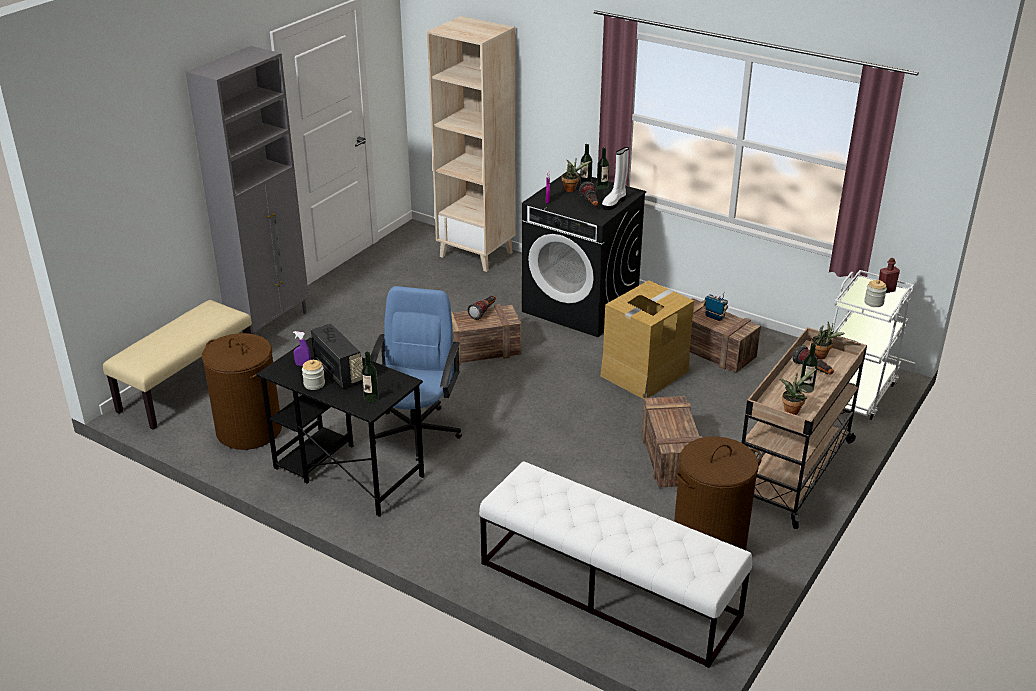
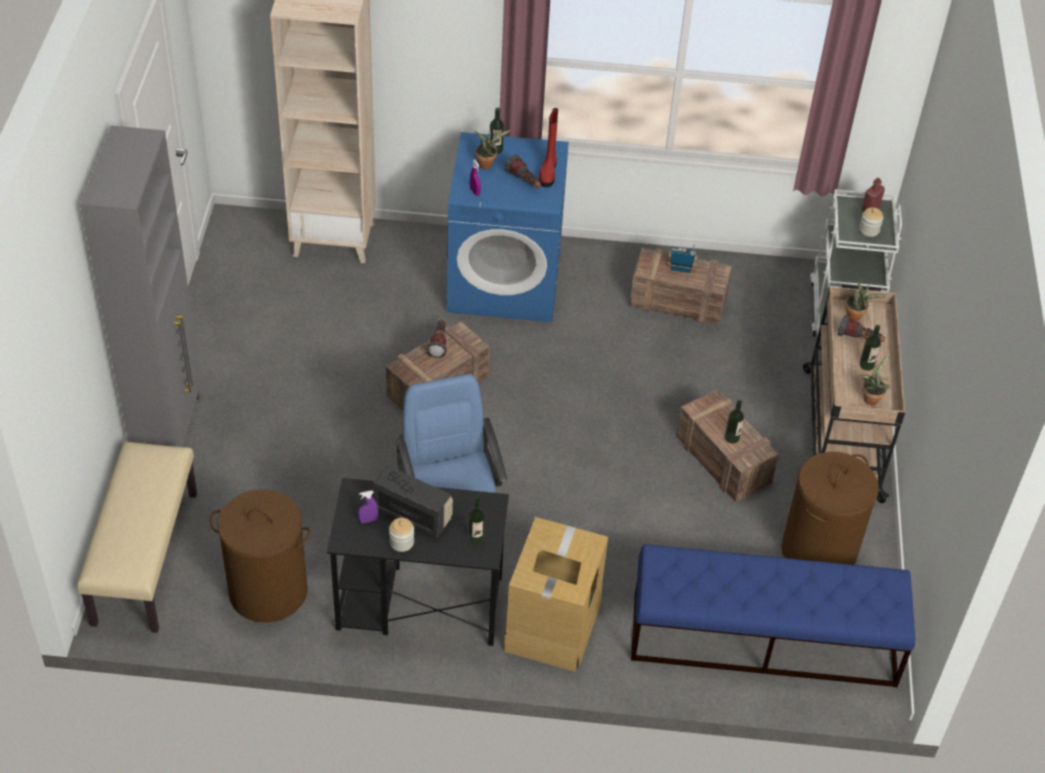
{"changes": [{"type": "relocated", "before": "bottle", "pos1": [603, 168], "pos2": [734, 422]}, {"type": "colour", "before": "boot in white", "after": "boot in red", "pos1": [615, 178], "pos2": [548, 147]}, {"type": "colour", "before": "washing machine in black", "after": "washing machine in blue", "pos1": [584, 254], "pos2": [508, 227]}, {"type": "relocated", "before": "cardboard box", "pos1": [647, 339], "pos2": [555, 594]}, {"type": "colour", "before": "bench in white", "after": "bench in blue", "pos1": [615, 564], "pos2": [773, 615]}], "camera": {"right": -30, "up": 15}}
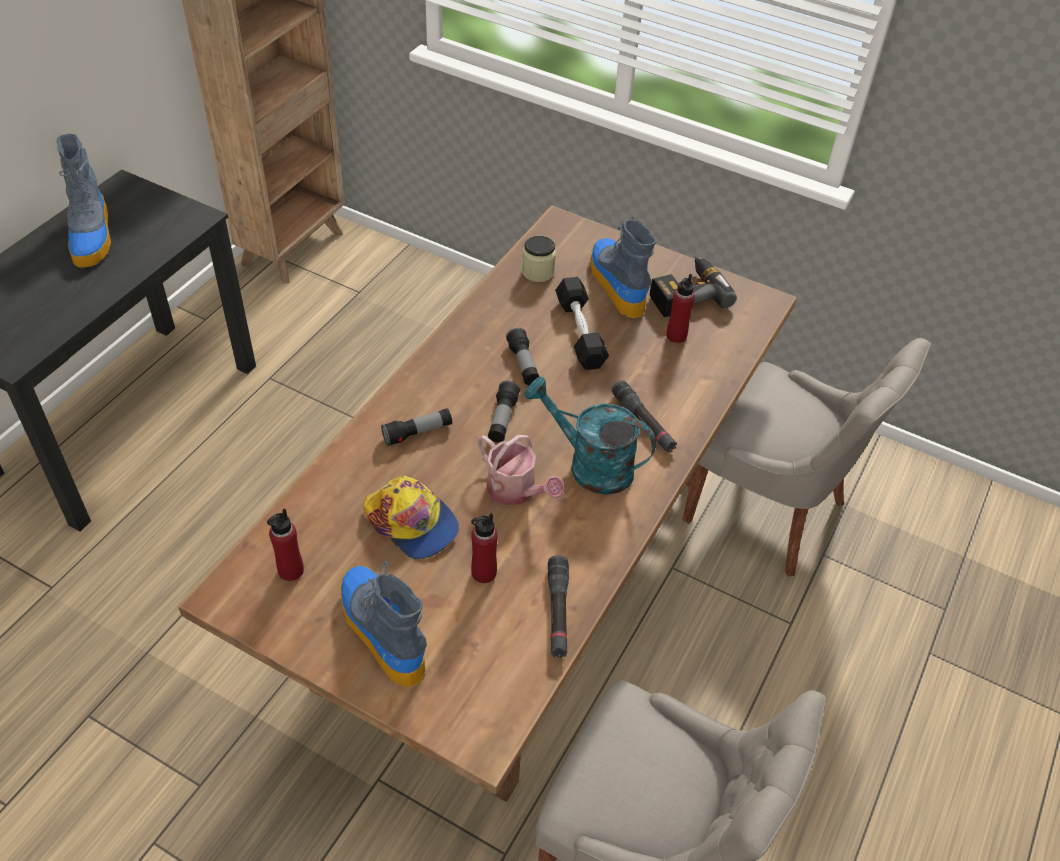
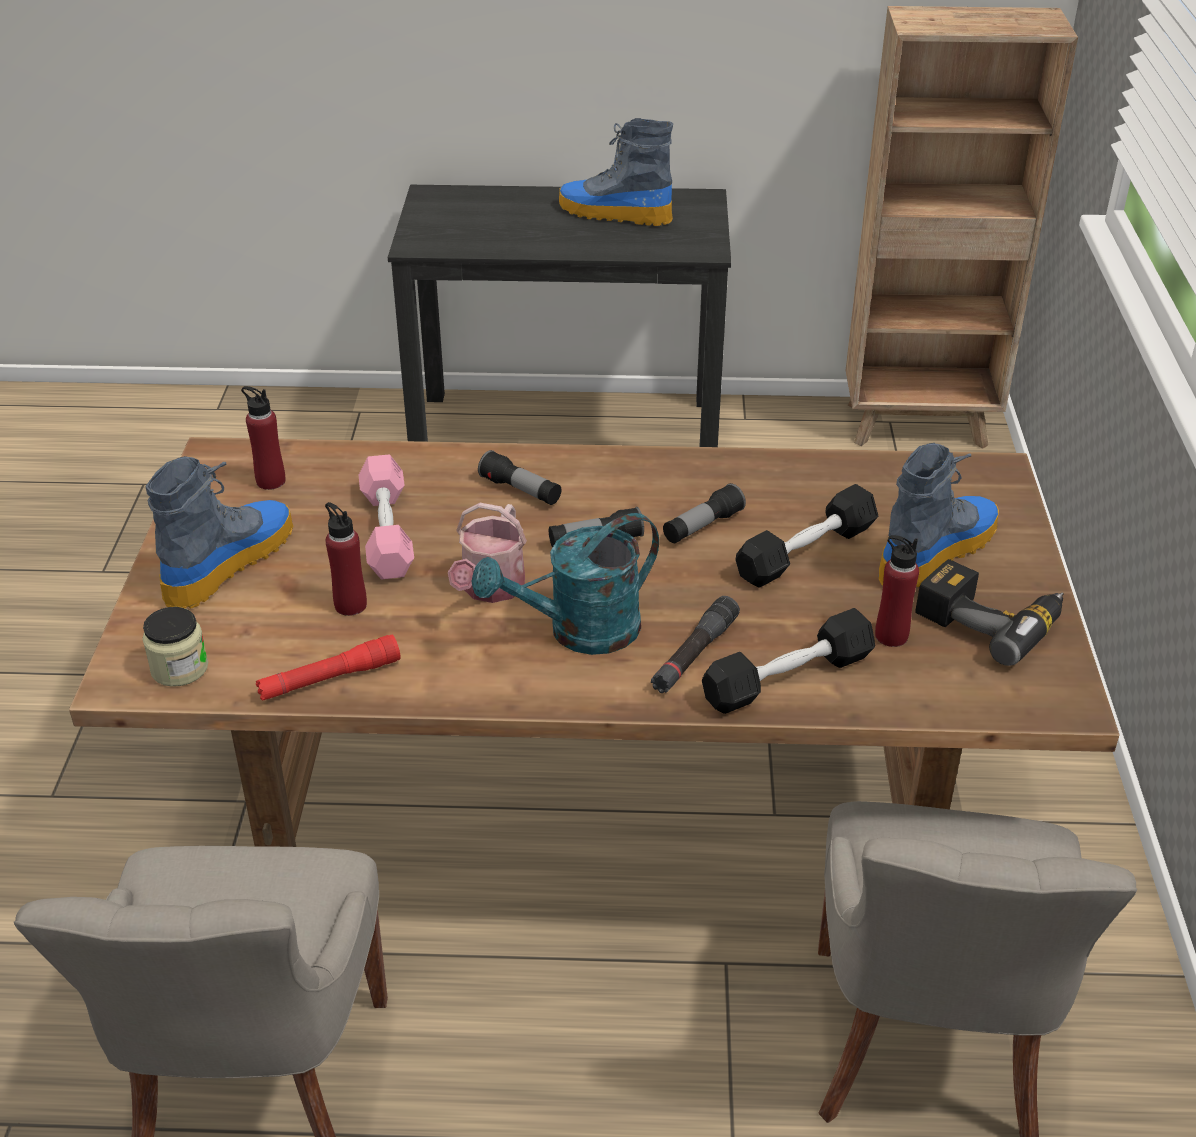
{"changes": [{"type": "spun", "before": "boot", "pos1": [83, 201], "pos2": [616, 172], "turn": 60}, {"type": "relocated", "before": "jar", "pos1": [539, 259], "pos2": [175, 647]}, {"type": "spun", "before": "watering can in turquoise", "pos1": [590, 436], "pos2": [565, 584], "turn": -120}, {"type": "exchanged", "before": "cap", "after": "dumbbell in pink", "pos1": [411, 517], "pos2": [386, 517]}, {"type": "colour", "before": "flashlight in black", "after": "flashlight in red", "pos1": [558, 606], "pos2": [328, 668]}, {"type": "appeared", "after": "dumbbell in black", "pos2": [788, 661]}], "camera": {"right": 65, "up": -10}}
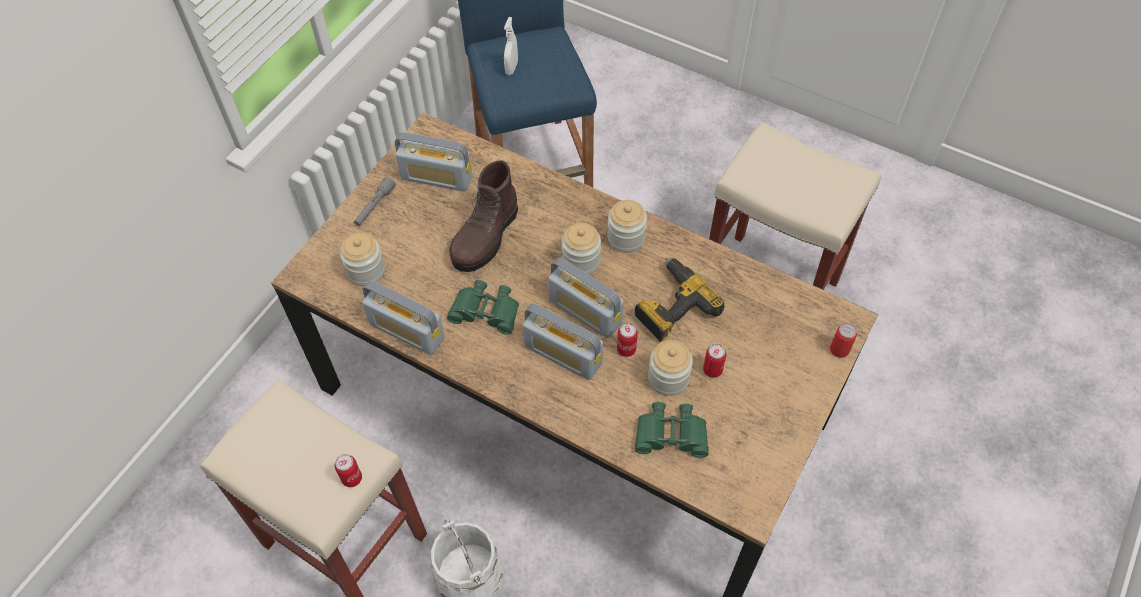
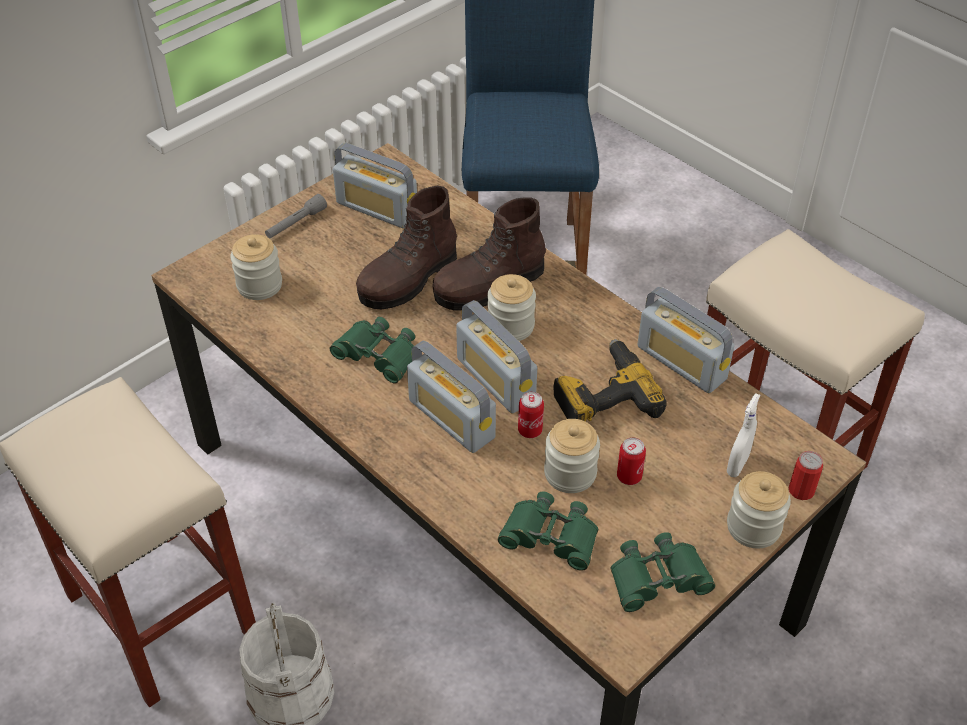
{"changes": [{"type": "relocated", "before": "spray bottle in white", "pos1": [511, 46], "pos2": [743, 435]}, {"type": "relocated", "before": "jar", "pos1": [627, 226], "pos2": [759, 509]}, {"type": "relocated", "before": "radio", "pos1": [403, 318], "pos2": [685, 340]}, {"type": "missing", "before": "can", "pos1": [348, 470]}, {"type": "appeared", "after": "boot in brown", "pos2": [489, 254]}, {"type": "appeared", "after": "binoculars in green", "pos2": [662, 572]}], "camera": {"right": 15, "up": -10}}
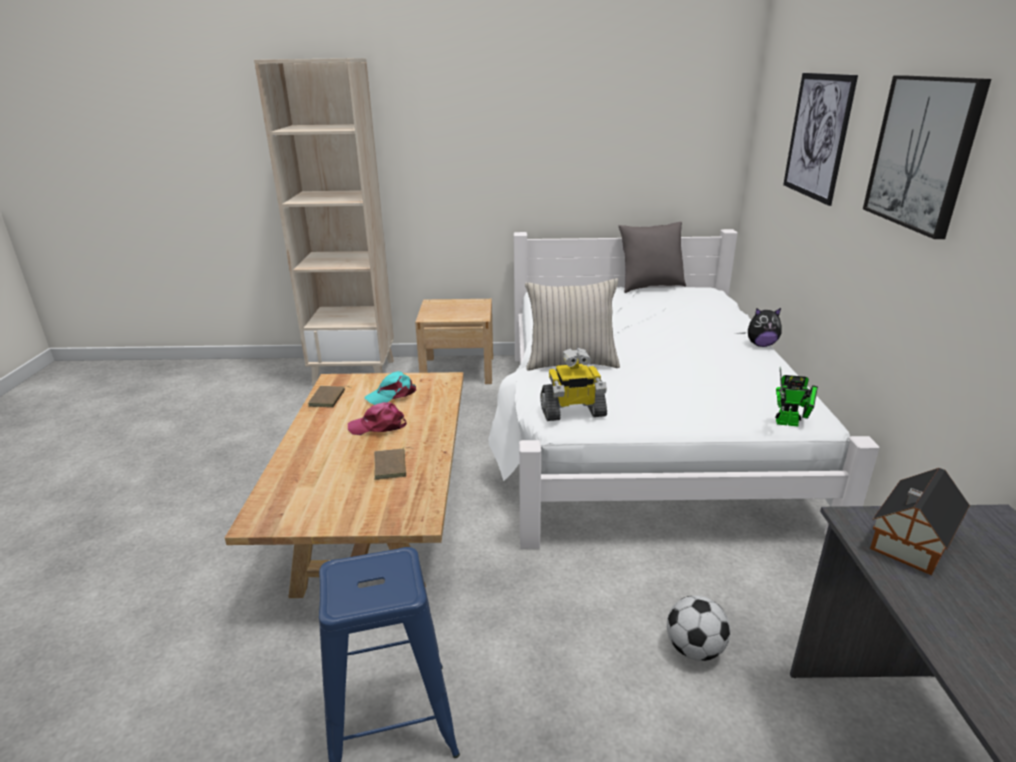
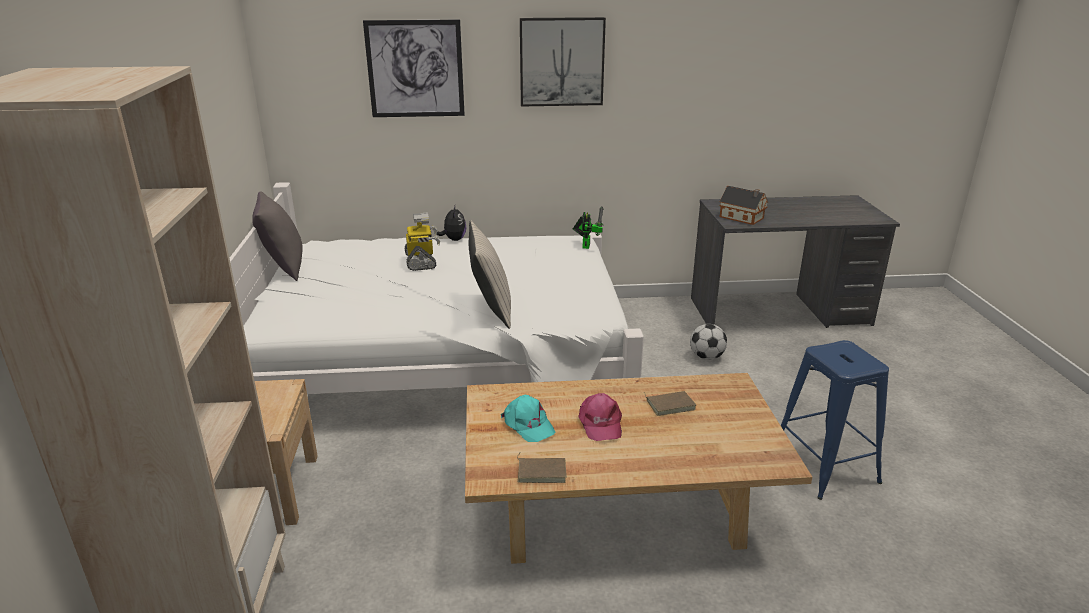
{"changes": [{"type": "relocated", "before": "toy robot", "pos1": [573, 384], "pos2": [422, 241]}], "camera": {"right": -95, "up": 0}}
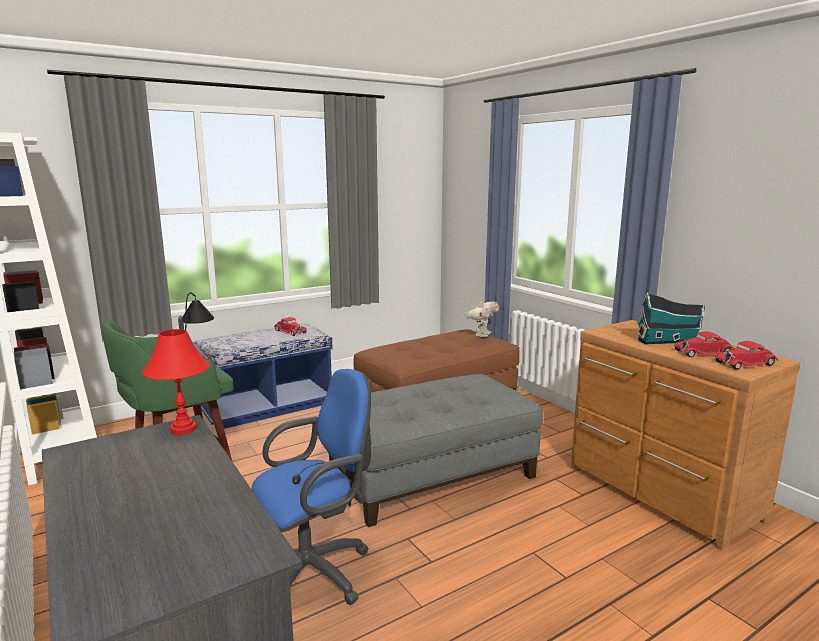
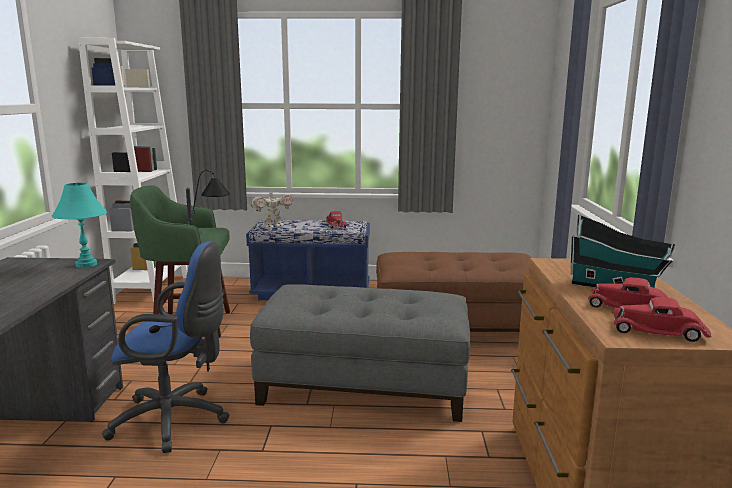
{"changes": [{"type": "relocated", "before": "toy robot", "pos1": [482, 318], "pos2": [271, 208]}, {"type": "colour", "before": "table lamp in red", "after": "table lamp in turquoise", "pos1": [176, 382], "pos2": [79, 225]}], "camera": {"right": 35, "up": 0}}
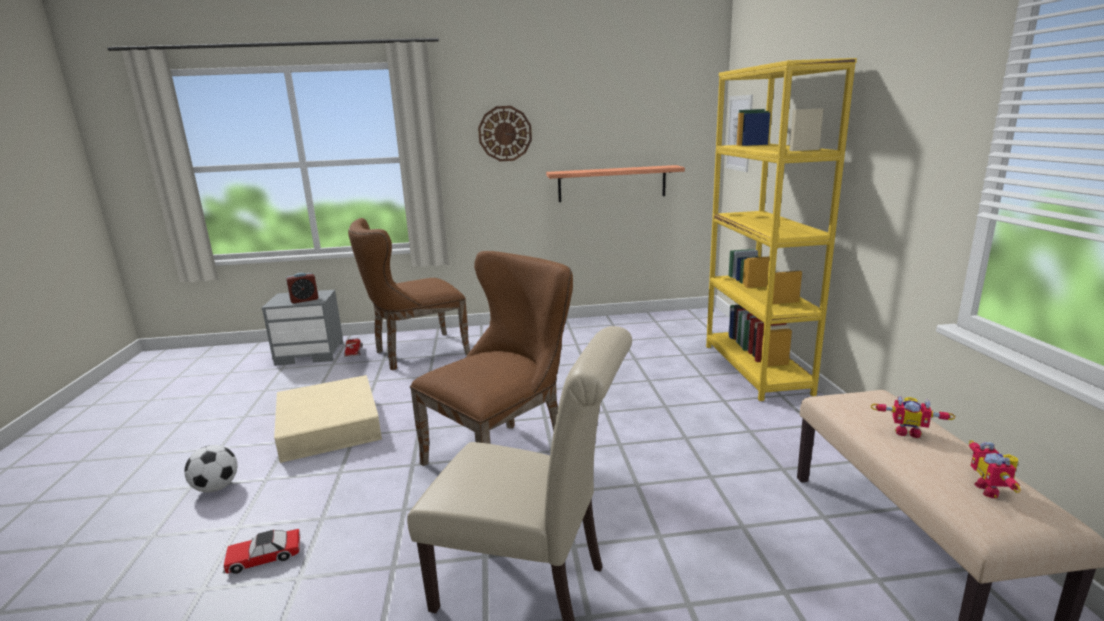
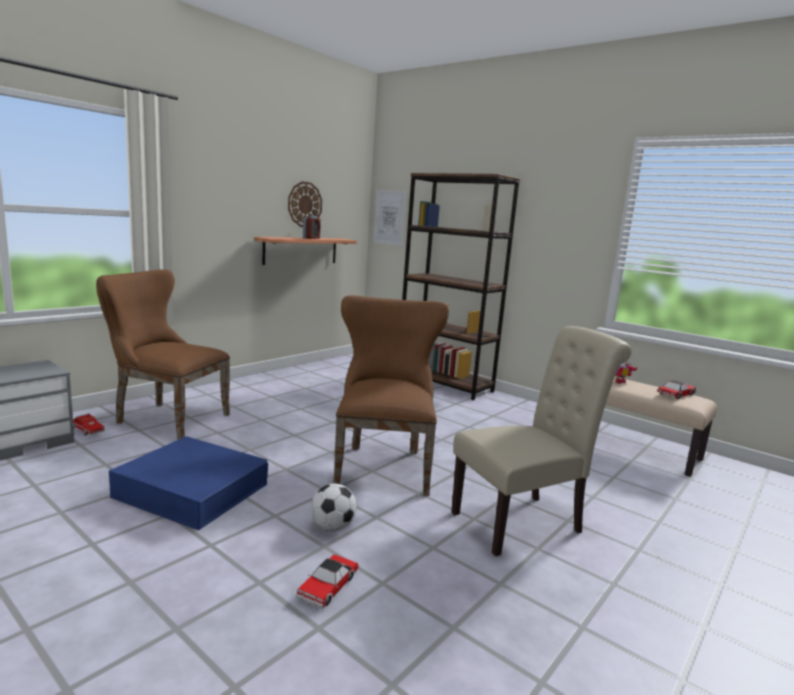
{"changes": [{"type": "colour", "before": "bookcase in yellow", "after": "bookcase in brown", "pos1": [781, 229], "pos2": [461, 286]}, {"type": "relocated", "before": "wall clock", "pos1": [505, 133], "pos2": [305, 204]}, {"type": "spun", "before": "chair in brown", "pos1": [409, 294], "pos2": [163, 354], "turn": 90}, {"type": "relocated", "before": "alarm clock", "pos1": [302, 288], "pos2": [312, 227]}, {"type": "colour", "before": "storage box in beige", "after": "storage box in blue", "pos1": [328, 419], "pos2": [188, 483]}, {"type": "exchanged", "before": "toy robot", "after": "toy car", "pos1": [995, 469], "pos2": [676, 389]}, {"type": "relocated", "before": "football", "pos1": [211, 469], "pos2": [334, 507]}], "camera": {"right": -45, "up": -5}}
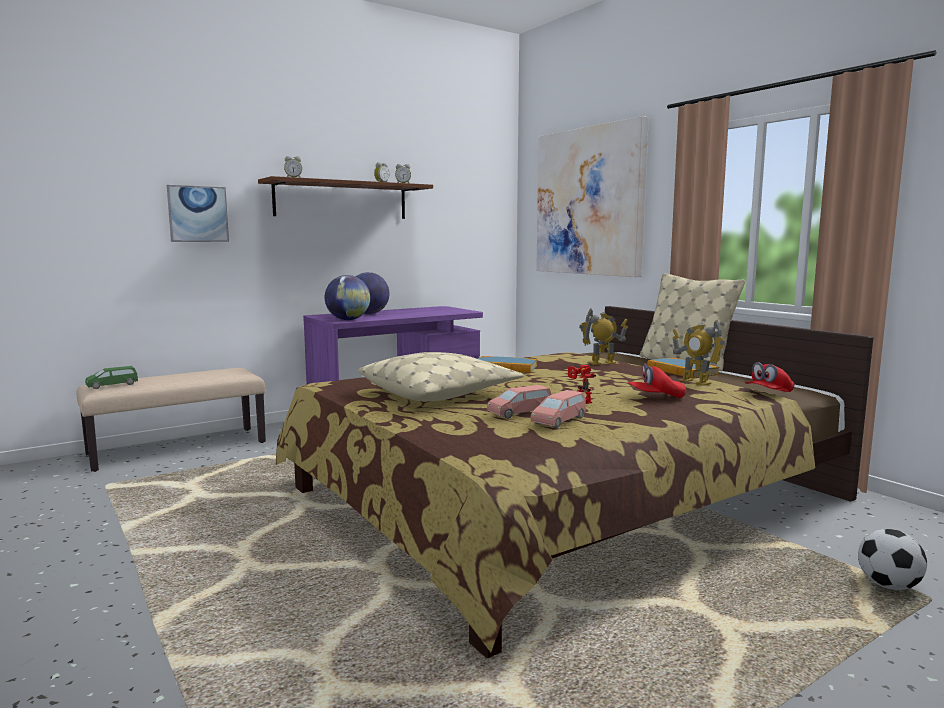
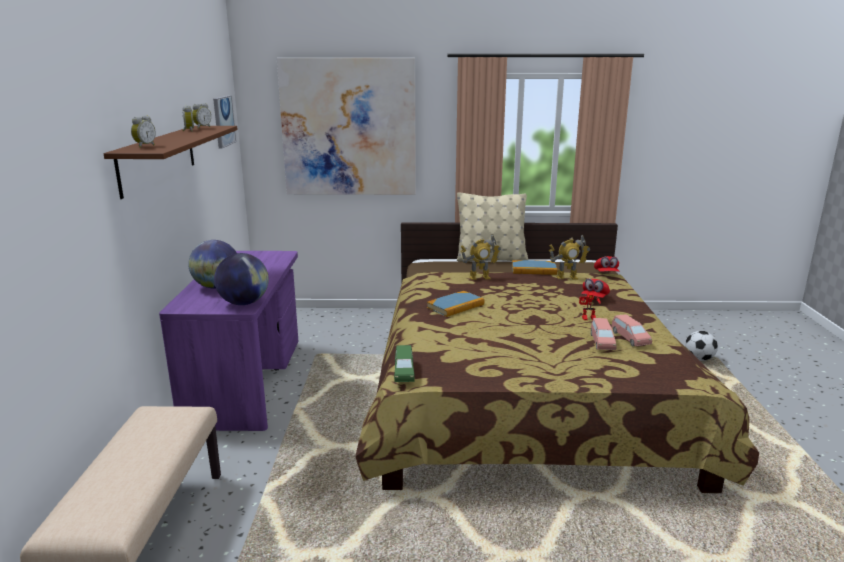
{"changes": [{"type": "relocated", "before": "picture", "pos1": [198, 213], "pos2": [224, 122]}, {"type": "spun", "before": "toy robot", "pos1": [603, 336], "pos2": [480, 257], "turn": -120}, {"type": "missing", "before": "pillow in beige", "pos1": [441, 376]}, {"type": "relocated", "before": "toy car in green", "pos1": [111, 377], "pos2": [404, 363]}], "camera": {"right": -55, "up": 10}}
